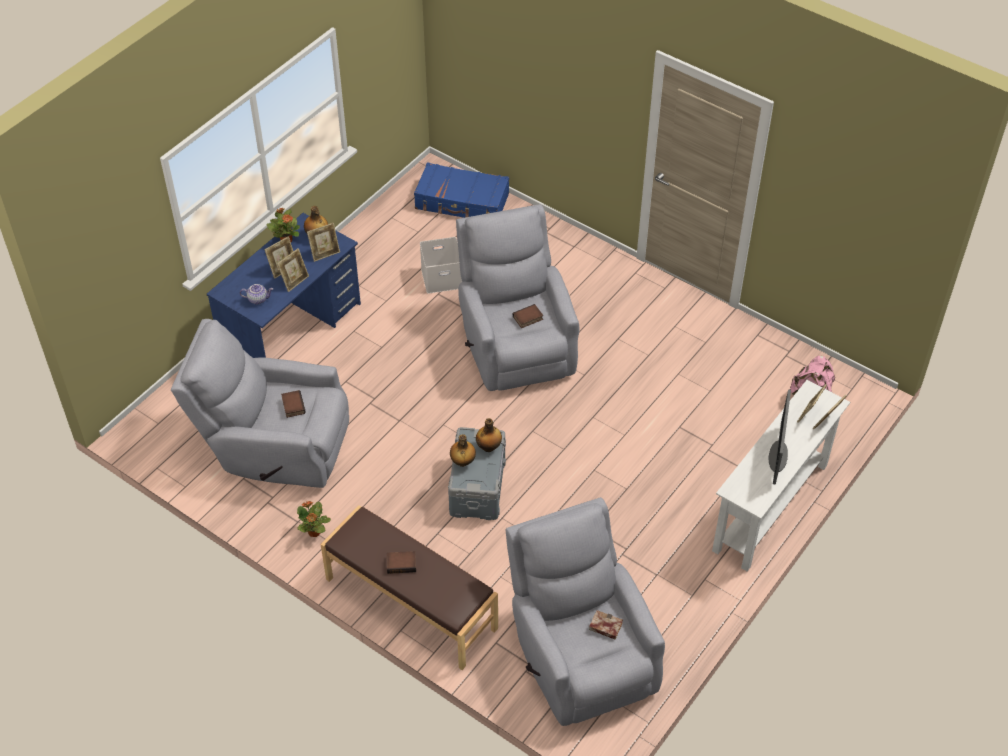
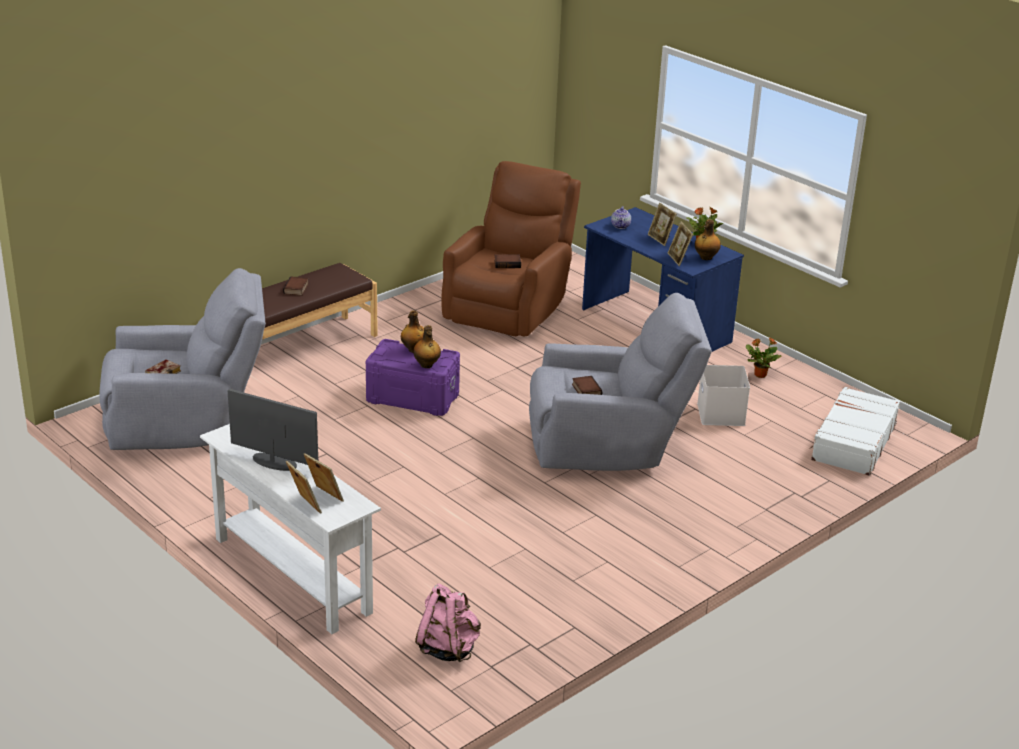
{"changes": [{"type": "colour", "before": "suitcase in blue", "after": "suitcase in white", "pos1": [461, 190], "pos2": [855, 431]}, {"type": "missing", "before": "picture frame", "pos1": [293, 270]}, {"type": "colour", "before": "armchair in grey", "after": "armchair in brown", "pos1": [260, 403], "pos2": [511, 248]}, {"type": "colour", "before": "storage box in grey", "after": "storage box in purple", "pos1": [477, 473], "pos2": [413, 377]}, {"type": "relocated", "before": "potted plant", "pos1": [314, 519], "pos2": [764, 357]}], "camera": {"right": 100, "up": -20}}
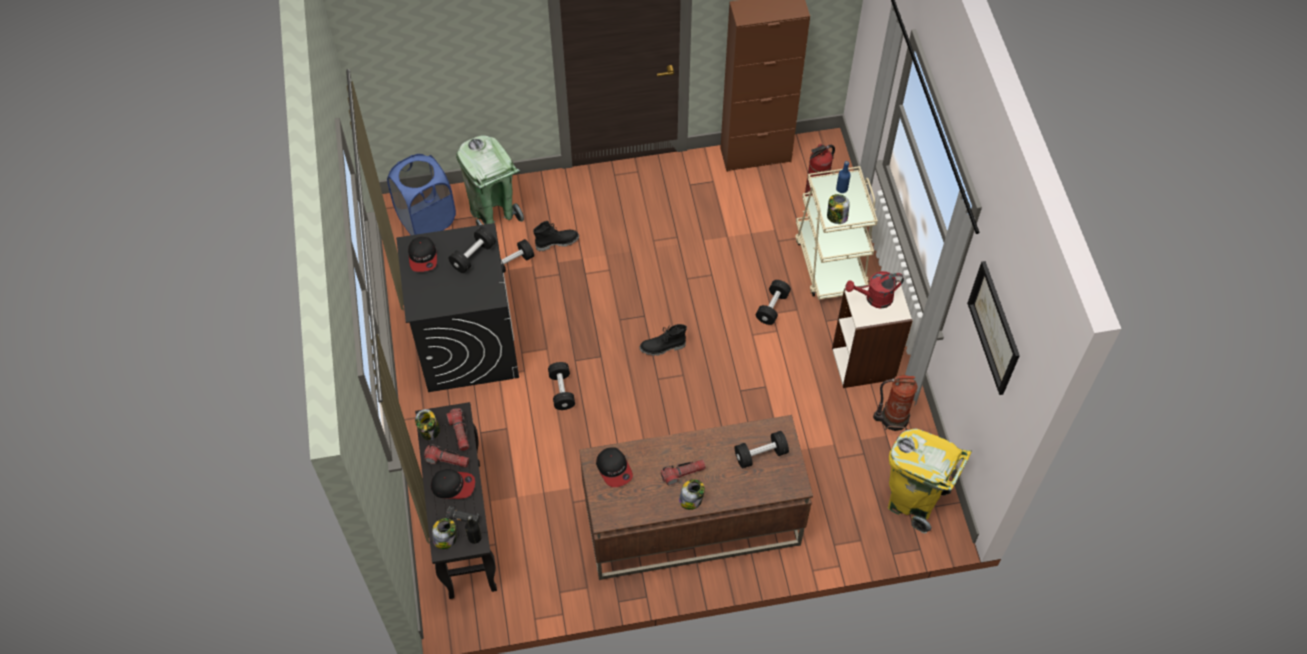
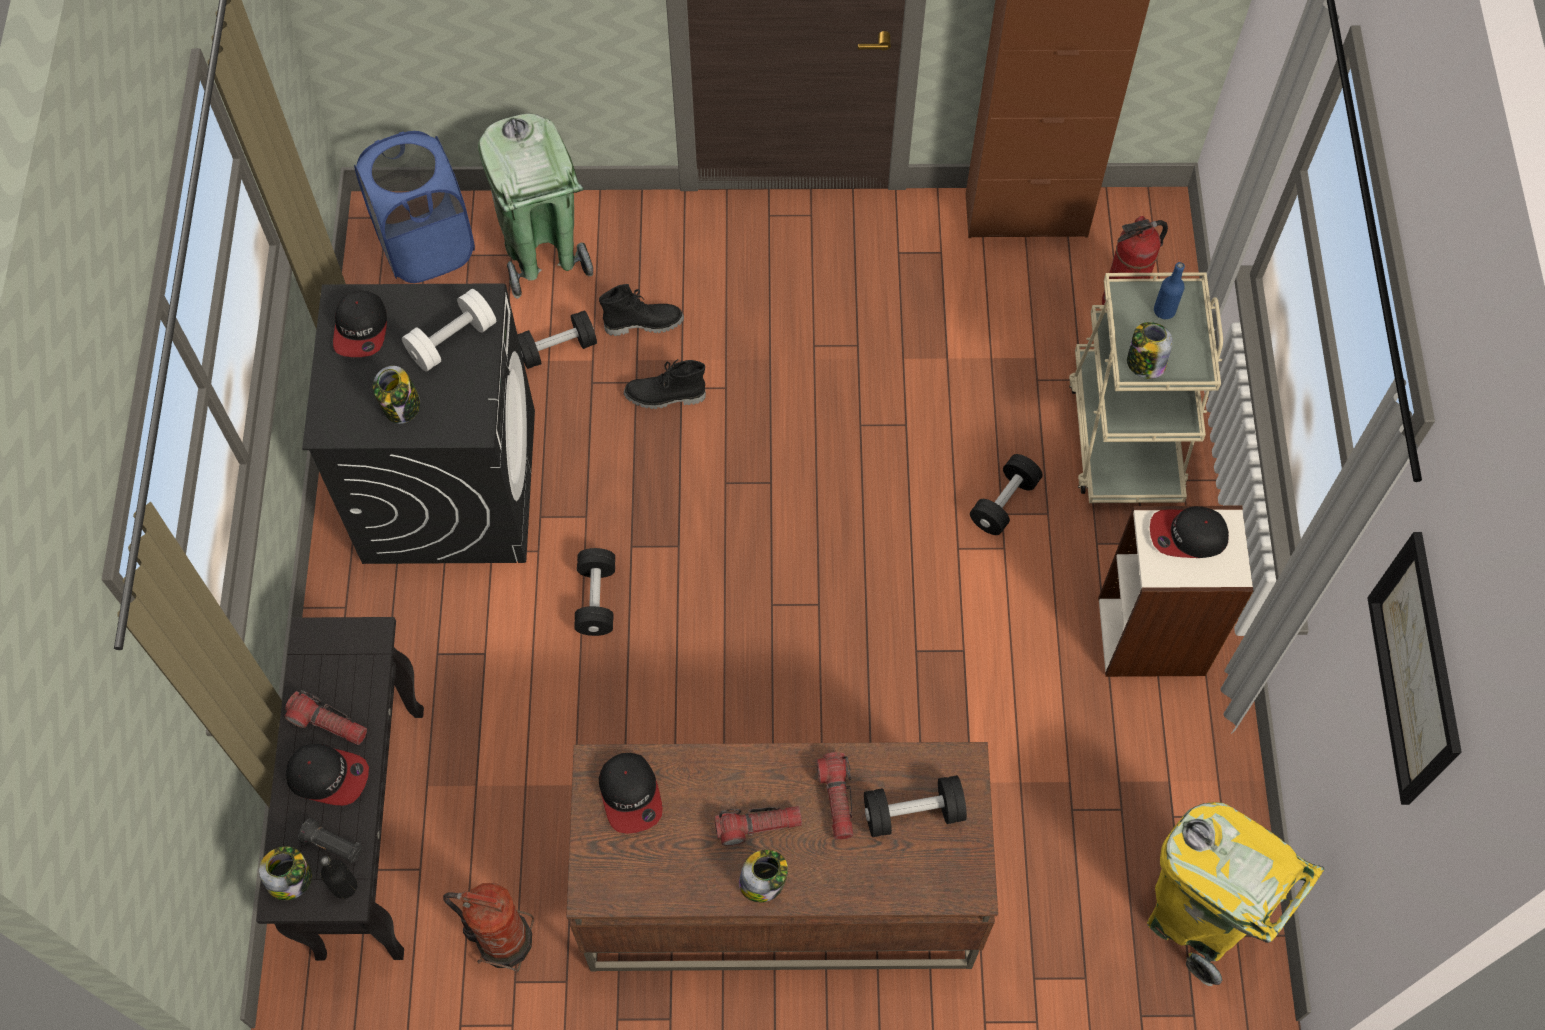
{"changes": [{"type": "colour", "before": "dumbbell in black", "after": "dumbbell in white", "pos1": [472, 250], "pos2": [449, 330]}, {"type": "exchanged", "before": "watering can in red", "after": "cap", "pos1": [874, 290], "pos2": [1189, 532]}, {"type": "relocated", "before": "boot in black", "pos1": [663, 340], "pos2": [664, 384]}, {"type": "relocated", "before": "fire extinguisher", "pos1": [895, 403], "pos2": [488, 928]}, {"type": "relocated", "before": "flashlight", "pos1": [457, 429], "pos2": [835, 796]}, {"type": "relocated", "before": "jar", "pos1": [427, 424], "pos2": [396, 395]}], "camera": {"right": 10, "up": 5}}
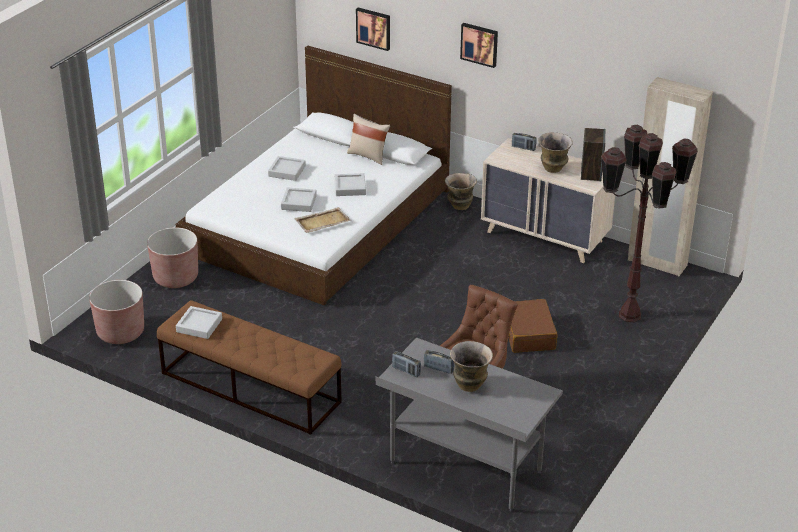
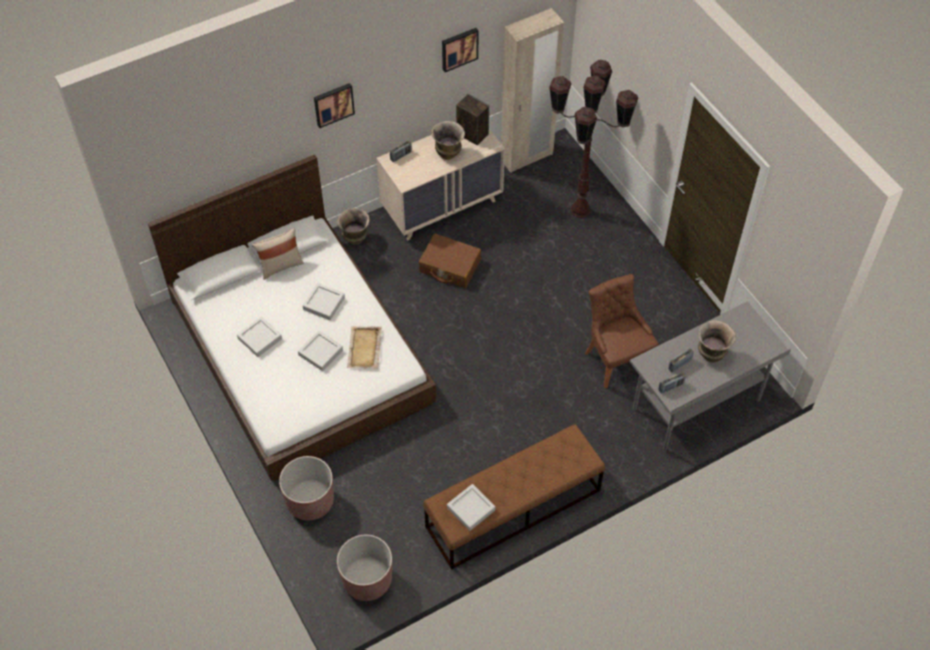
{"changes": [{"type": "relocated", "before": "picture", "pos1": [373, 29], "pos2": [460, 50]}, {"type": "relocated", "before": "suitcase in brown", "pos1": [533, 326], "pos2": [450, 260]}], "camera": {"right": -60, "up": 20}}
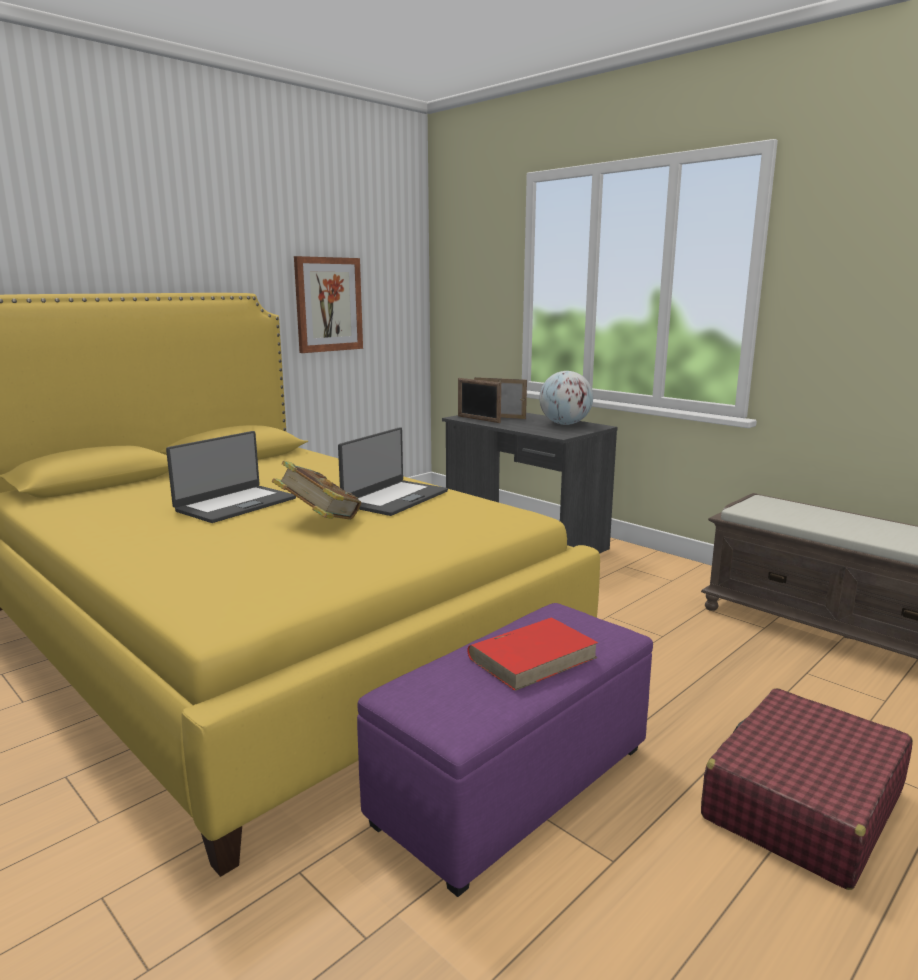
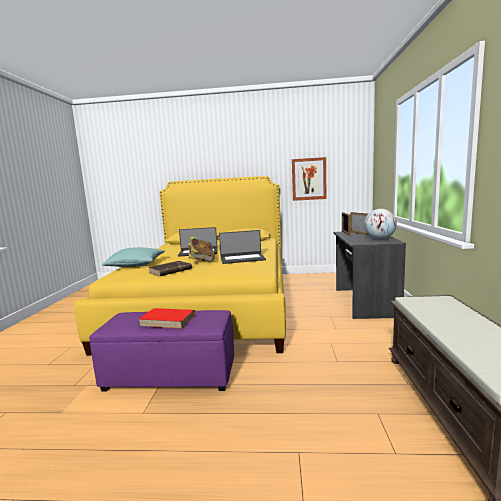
{"changes": [{"type": "missing", "before": "suitcase in red", "pos1": [807, 789]}, {"type": "appeared", "after": "pillow in turquoise", "pos2": [133, 257]}, {"type": "appeared", "after": "book in brown", "pos2": [170, 268]}], "camera": {"right": 50, "up": -5}}
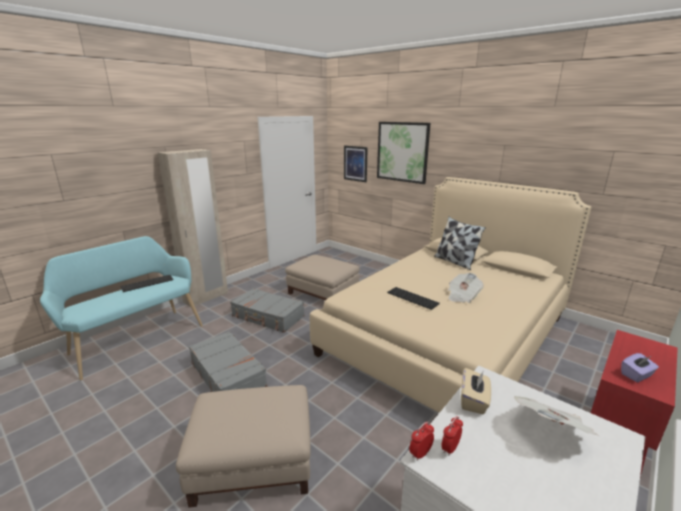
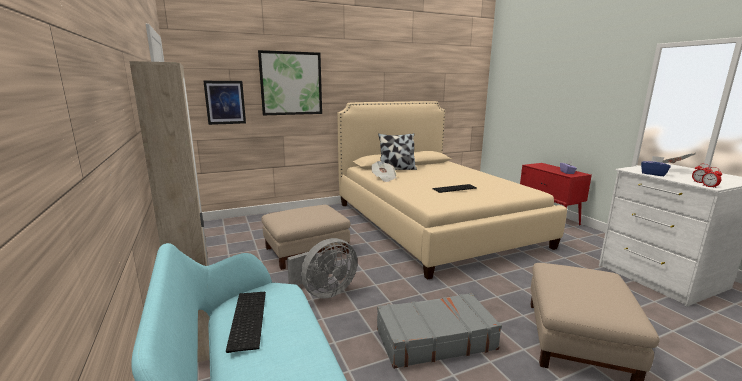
{"changes": [{"type": "relocated", "before": "newspaper", "pos1": [466, 288], "pos2": [384, 171]}, {"type": "exchanged", "before": "suitcase in grey", "after": "fan in grey", "pos1": [267, 310], "pos2": [322, 268]}, {"type": "colour", "before": "tissue box in beige", "after": "tissue box in blue", "pos1": [476, 391], "pos2": [656, 166]}], "camera": {"right": -65, "up": -5}}
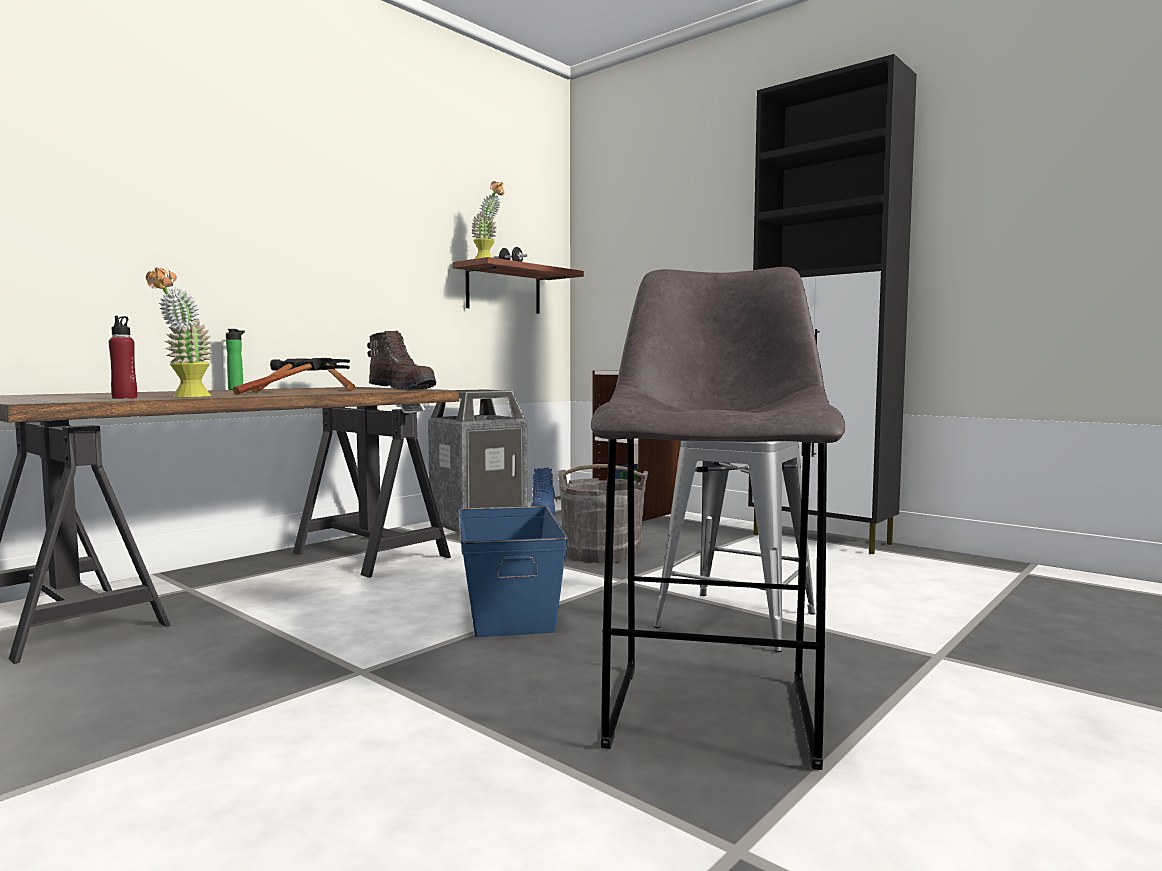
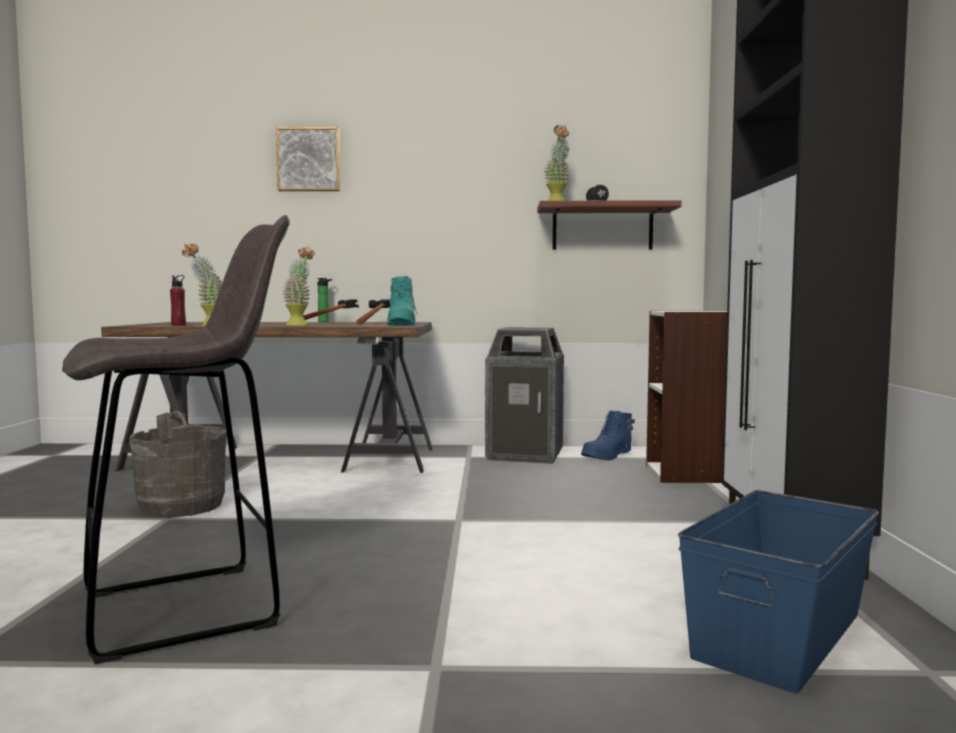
{"changes": [{"type": "colour", "before": "boot in brown", "after": "boot in turquoise", "pos1": [401, 360], "pos2": [402, 300]}, {"type": "exchanged", "before": "hammer", "after": "potted plant", "pos1": [284, 376], "pos2": [298, 286]}, {"type": "missing", "before": "stool in grey", "pos1": [734, 546]}, {"type": "relocated", "before": "bucket in grey", "pos1": [603, 513], "pos2": [178, 464]}, {"type": "relocated", "before": "storage box in blue", "pos1": [513, 571], "pos2": [778, 591]}, {"type": "appeared", "after": "picture", "pos2": [308, 159]}], "camera": {"right": 50, "up": 0}}
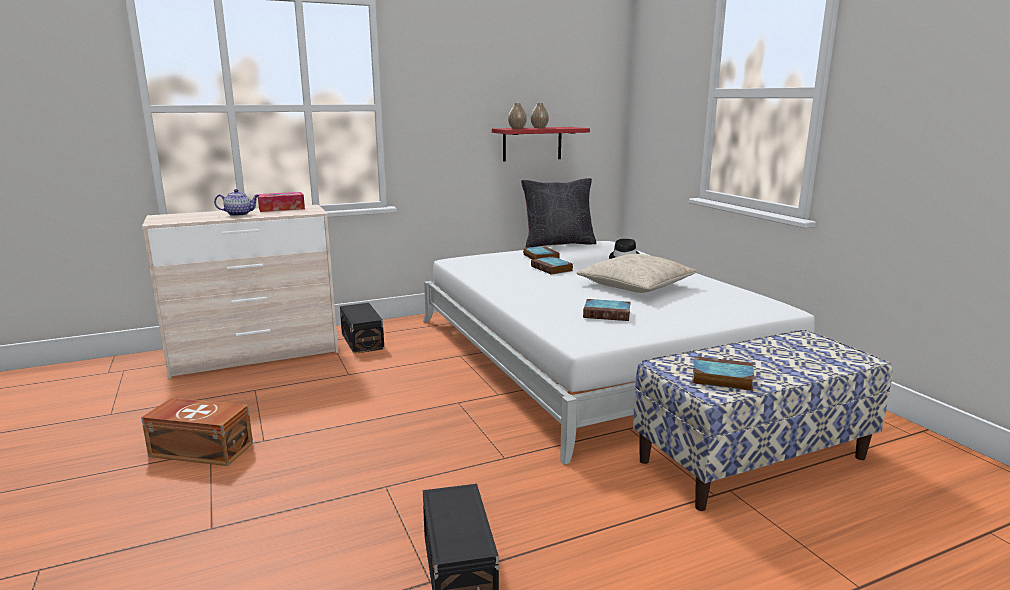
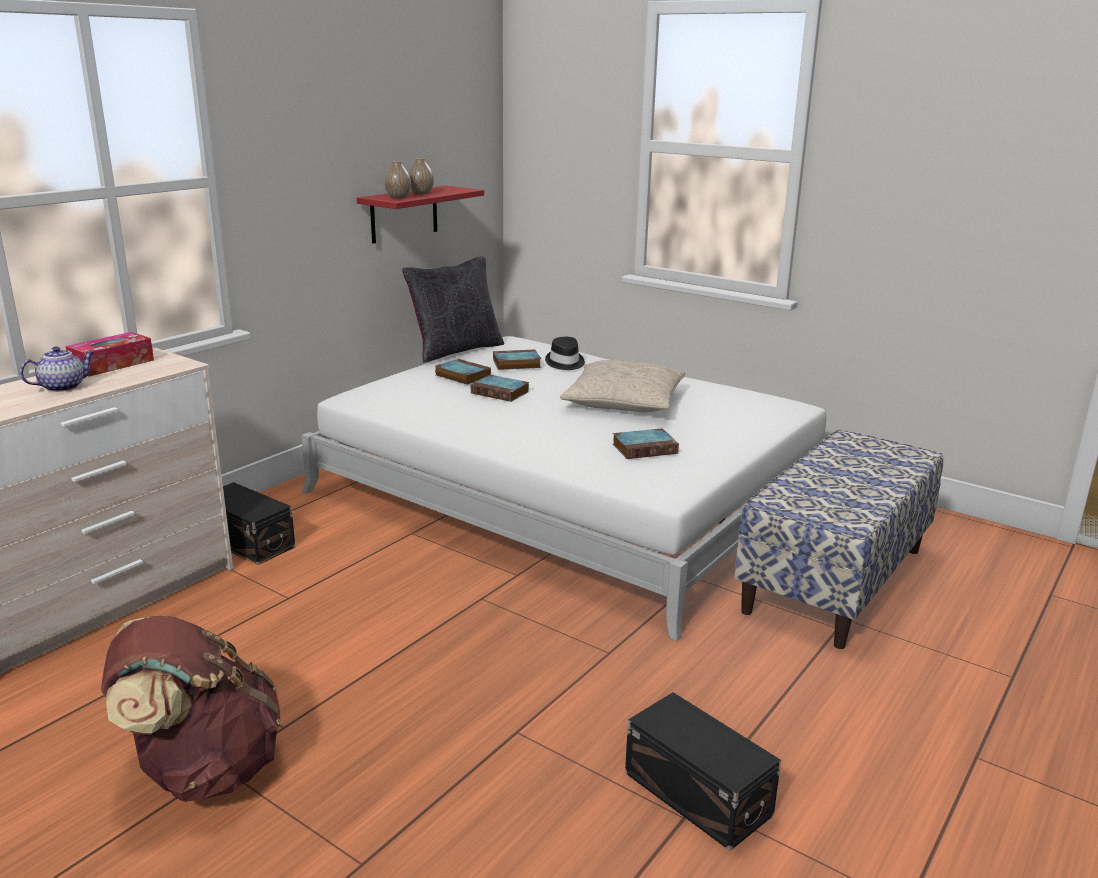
{"changes": [{"type": "relocated", "before": "book", "pos1": [723, 373], "pos2": [517, 360]}, {"type": "exchanged", "before": "storage box in brown", "after": "backpack in brown", "pos1": [197, 432], "pos2": [191, 709]}], "camera": {"right": -30, "up": 5}}
